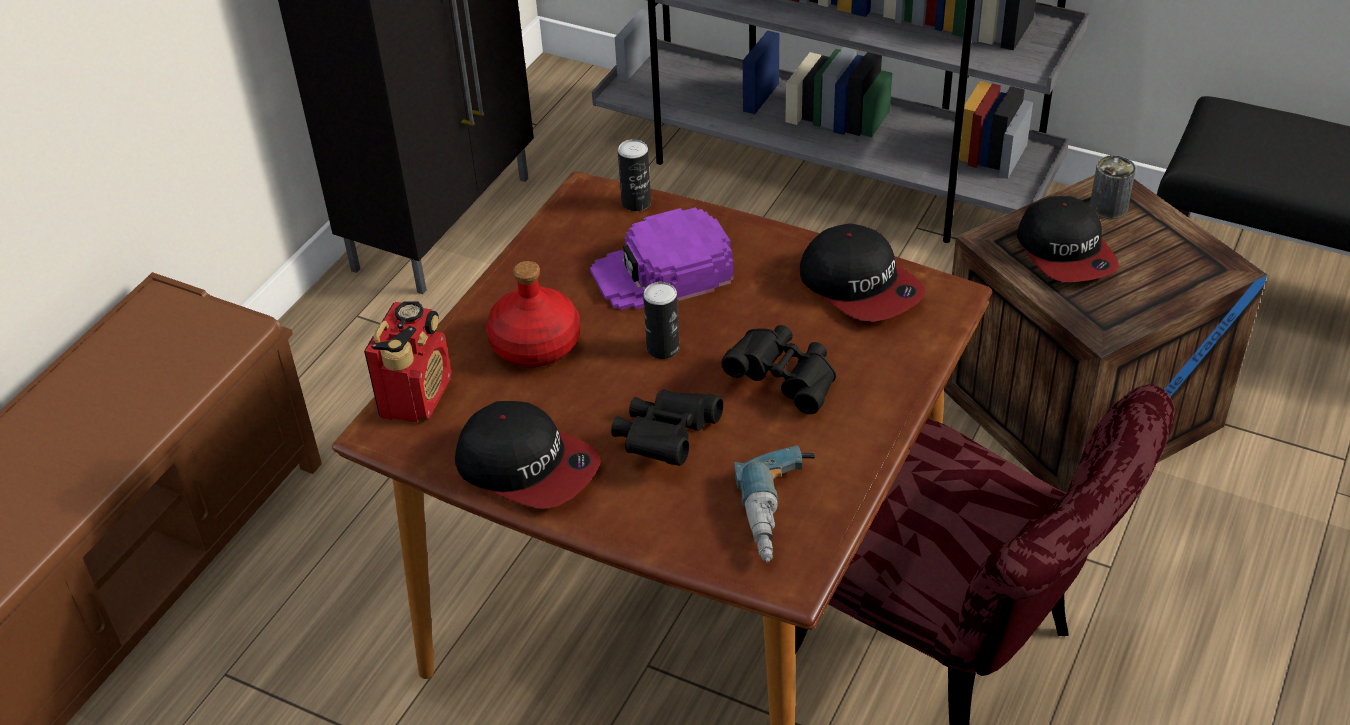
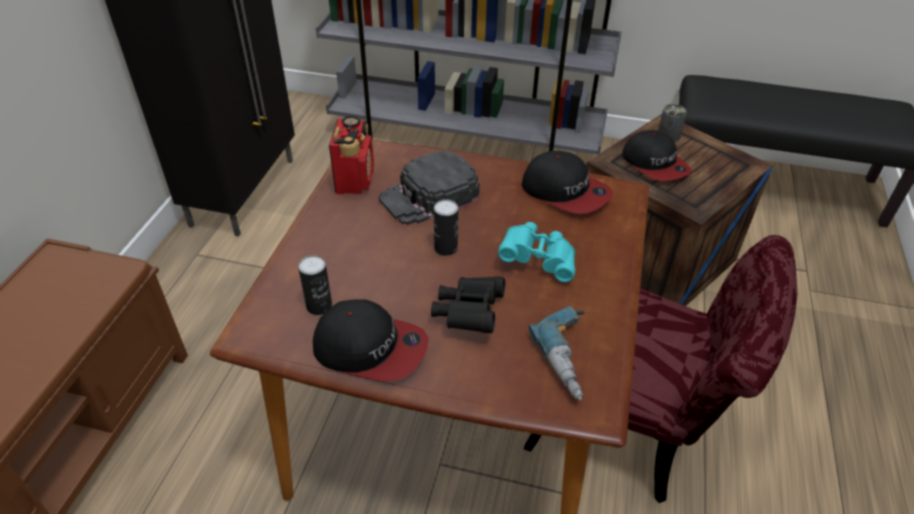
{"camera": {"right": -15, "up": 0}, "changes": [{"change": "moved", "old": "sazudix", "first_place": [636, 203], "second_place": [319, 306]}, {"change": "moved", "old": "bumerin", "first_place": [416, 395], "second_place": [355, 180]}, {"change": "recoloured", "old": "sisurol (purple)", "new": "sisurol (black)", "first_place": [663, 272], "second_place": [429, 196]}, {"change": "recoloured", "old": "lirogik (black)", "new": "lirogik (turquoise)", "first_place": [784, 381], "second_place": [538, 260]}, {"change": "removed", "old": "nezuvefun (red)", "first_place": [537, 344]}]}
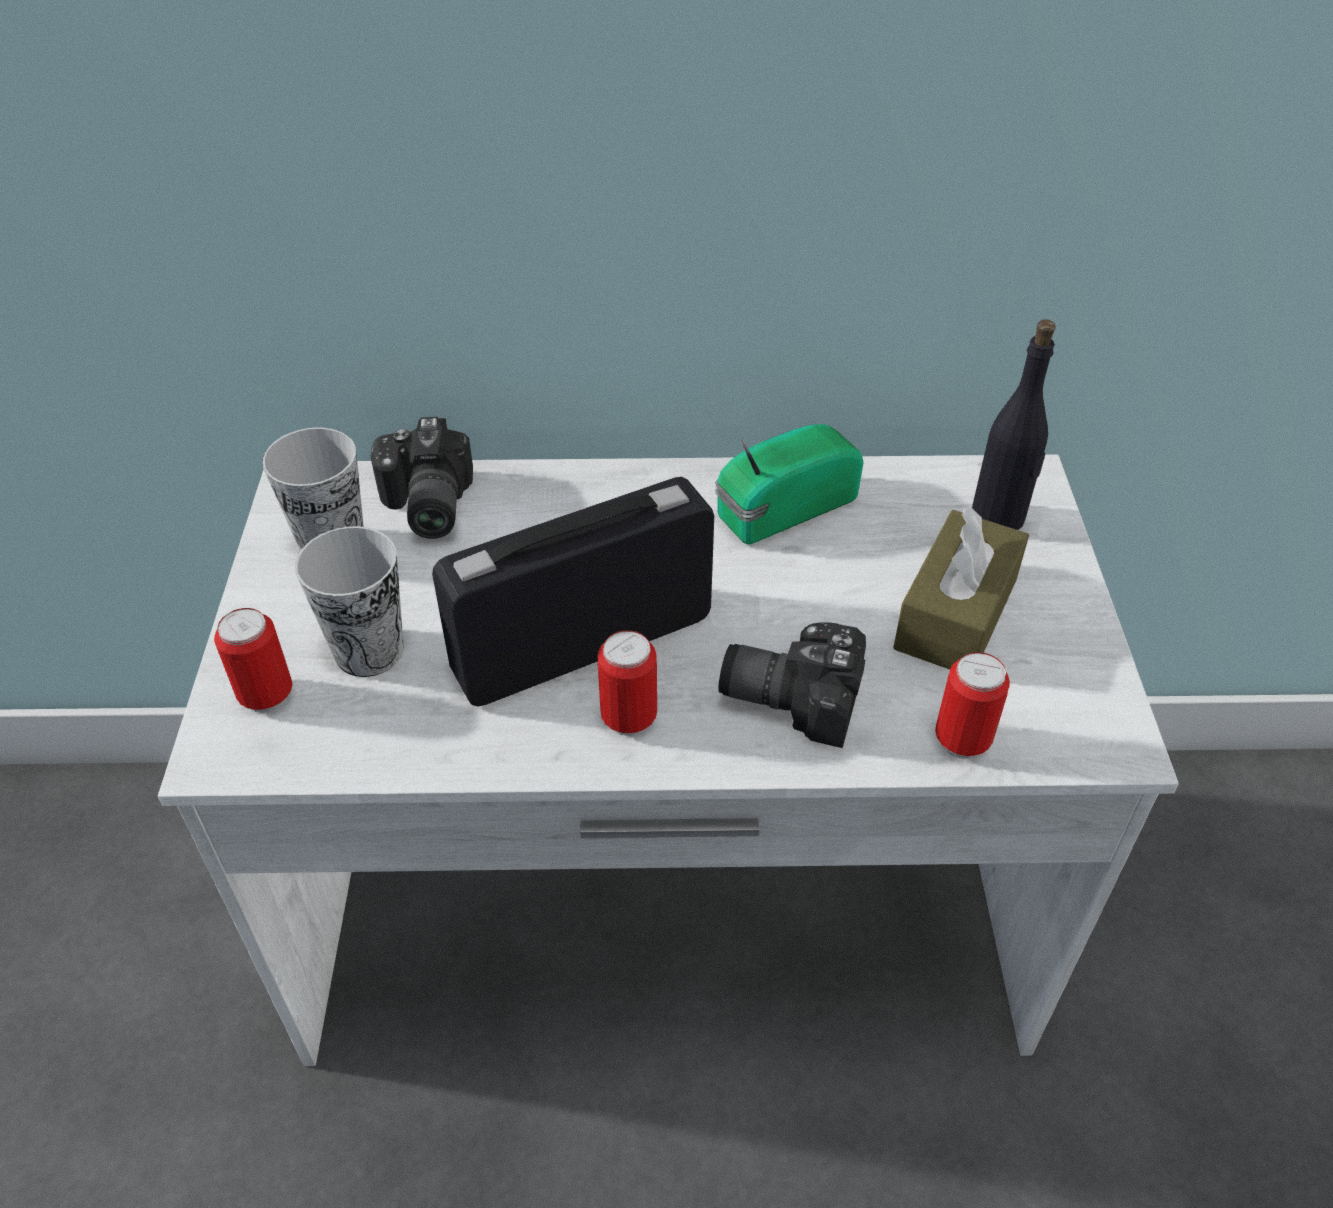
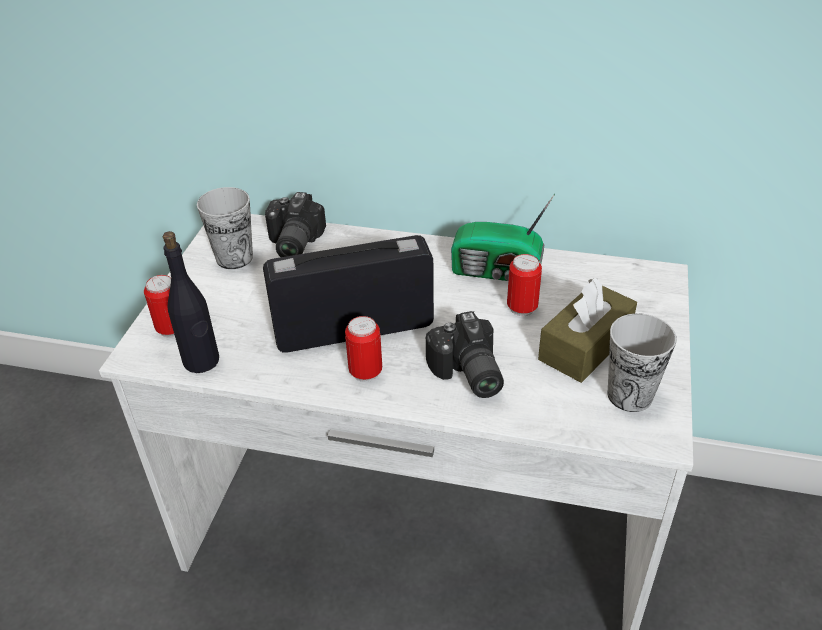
{"camera": {"right": 15, "up": -5}, "changes": [{"change": "moved", "old": "nezuvefun (black)", "first_place": [998, 518], "second_place": [201, 361]}, {"change": "turned", "old": "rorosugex", "first_place": [791, 694], "second_place": [466, 374], "degrees": -135}, {"change": "turned", "old": "bumerin", "first_place": [781, 508], "second_place": [498, 272], "degrees": -150}, {"change": "moved", "old": "sazudix", "first_place": [962, 740], "second_place": [522, 308]}, {"change": "moved", "old": "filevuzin", "first_place": [369, 651], "second_place": [630, 395]}]}
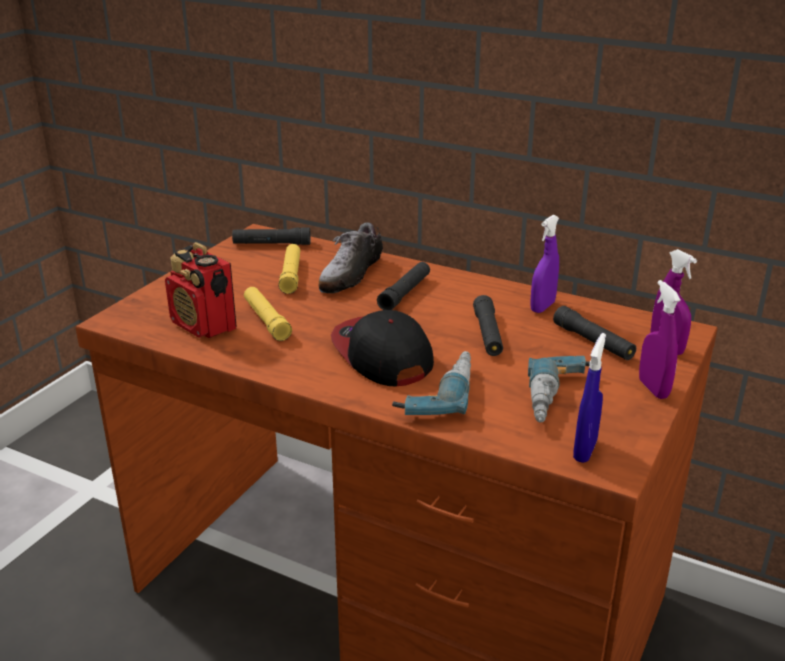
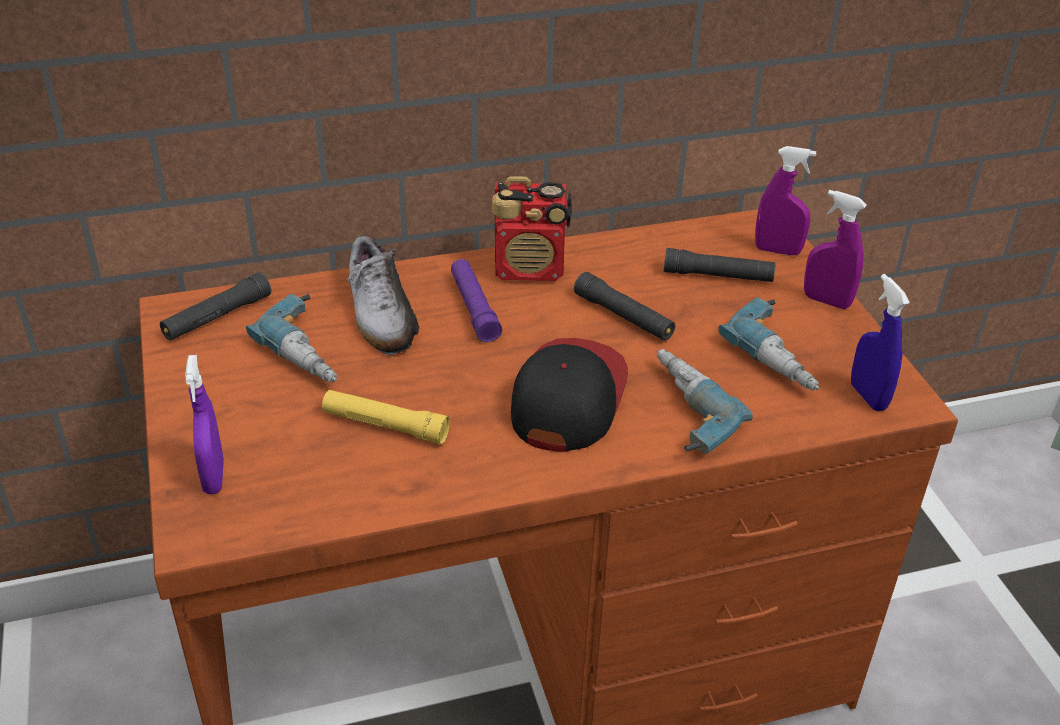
{"camera": {"right": -45, "up": 10}, "changes": [{"change": "moved", "old": "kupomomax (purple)", "first_place": [542, 307], "second_place": [214, 477]}, {"change": "replaced", "old": "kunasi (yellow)", "new": "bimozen", "first_place": [291, 275], "second_place": [313, 349]}, {"change": "recoloured", "old": "kunasi (black)", "new": "kunasi (purple)", "first_place": [405, 293], "second_place": [474, 308]}, {"change": "moved", "old": "bumerin", "first_place": [204, 326], "second_place": [530, 269]}, {"change": "turned", "old": "sisurol", "first_place": [381, 354], "second_place": [567, 398], "degrees": 90}]}
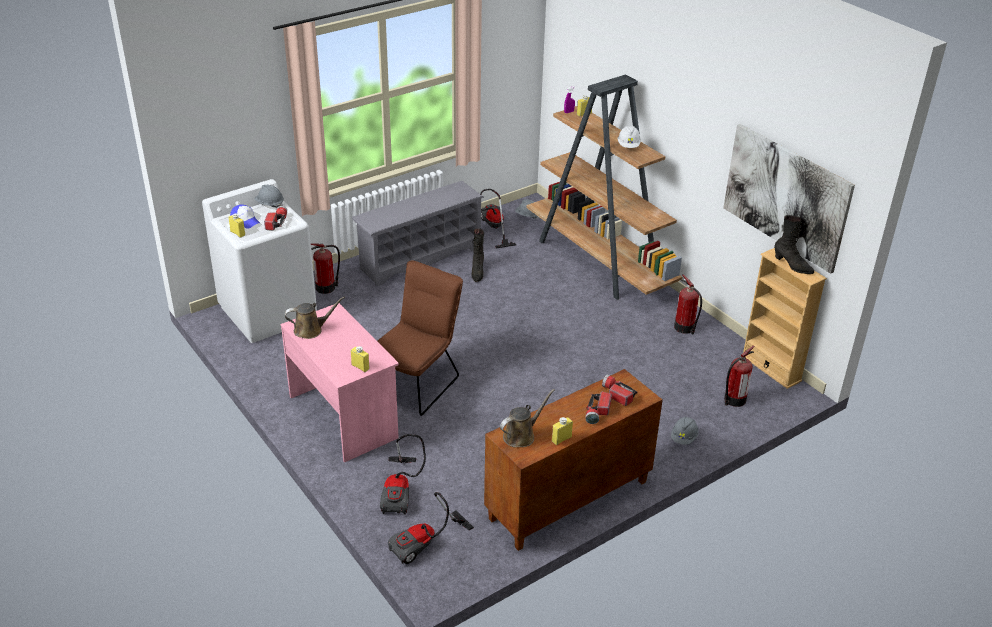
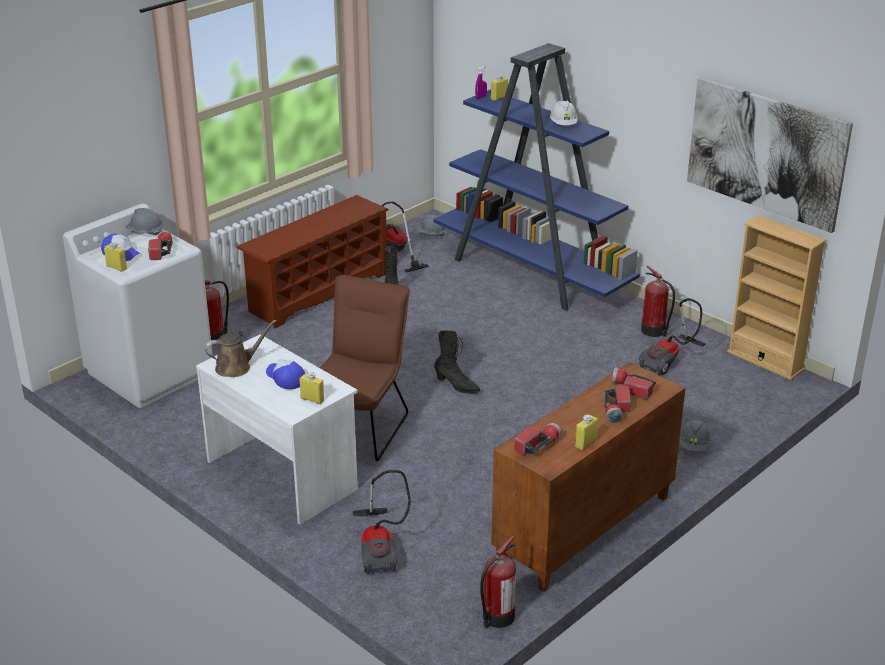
{"camera": {"right": -10, "up": -5}, "changes": [{"change": "recoloured", "old": "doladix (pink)", "new": "doladix (white)", "first_place": [344, 416], "second_place": [282, 474]}, {"change": "recoloured", "old": "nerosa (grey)", "new": "nerosa (brown)", "first_place": [420, 257], "second_place": [318, 292]}, {"change": "added", "new": "sisurol", "second_place": [285, 378]}, {"change": "recoloured", "old": "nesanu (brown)", "new": "nesanu (blue)", "first_place": [599, 262], "second_place": [532, 274]}, {"change": "moved", "old": "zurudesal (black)", "first_place": [792, 266], "second_place": [456, 386]}, {"change": "moved", "old": "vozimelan", "first_place": [734, 400], "second_place": [497, 617]}, {"change": "replaced", "old": "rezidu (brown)", "new": "kunasi", "first_place": [521, 435], "second_place": [537, 445]}, {"change": "moved", "old": "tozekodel", "first_place": [426, 545], "second_place": [670, 360]}]}
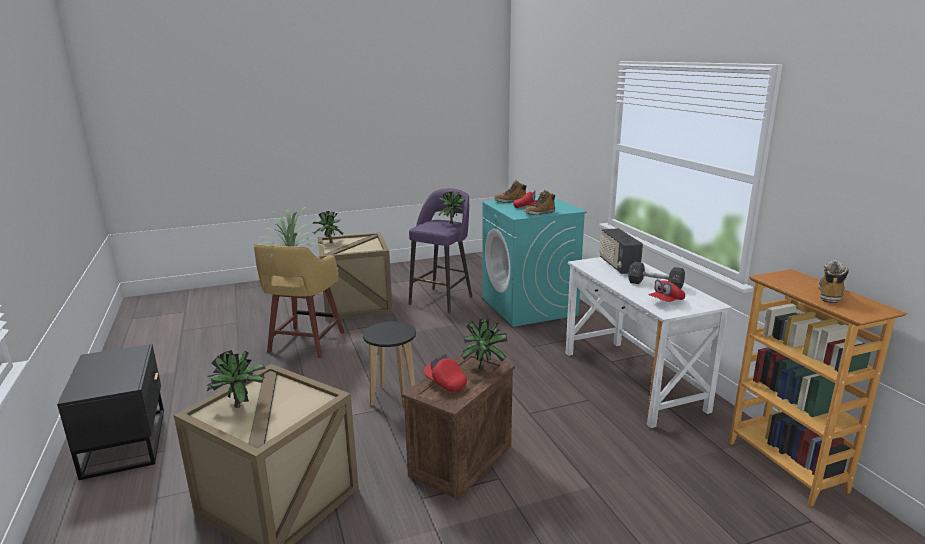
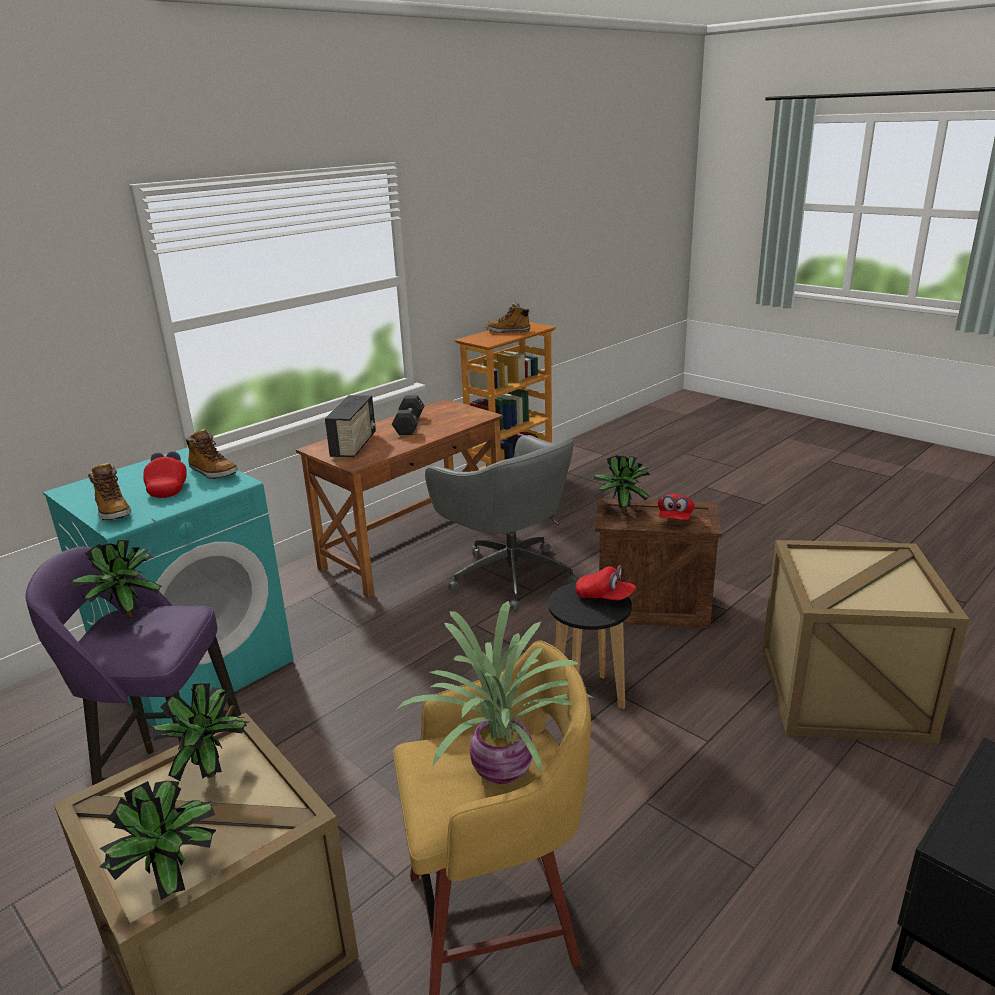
{"camera": {"right": -115, "up": 5}, "changes": [{"change": "moved", "old": "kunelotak", "first_place": [242, 406], "second_place": [210, 770]}, {"change": "recoloured", "old": "doladix (white)", "new": "doladix (brown)", "first_place": [632, 380], "second_place": [413, 548]}, {"change": "turned", "old": "bumerin", "first_place": [618, 266], "second_place": [354, 446], "degrees": -45}, {"change": "added", "new": "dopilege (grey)", "second_place": [509, 574]}, {"change": "moved", "old": "sisurol (red)", "first_place": [666, 301], "second_place": [604, 597]}]}
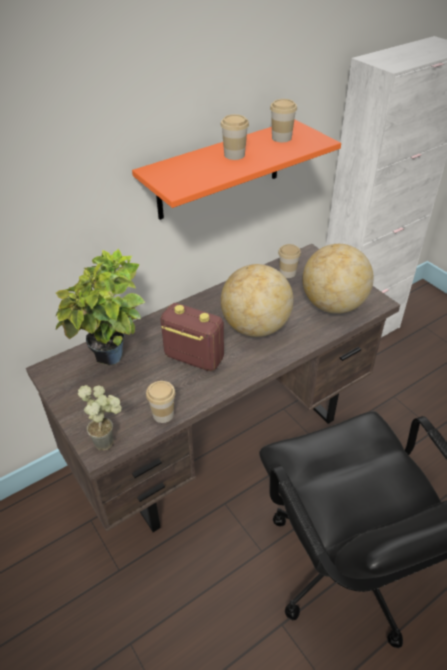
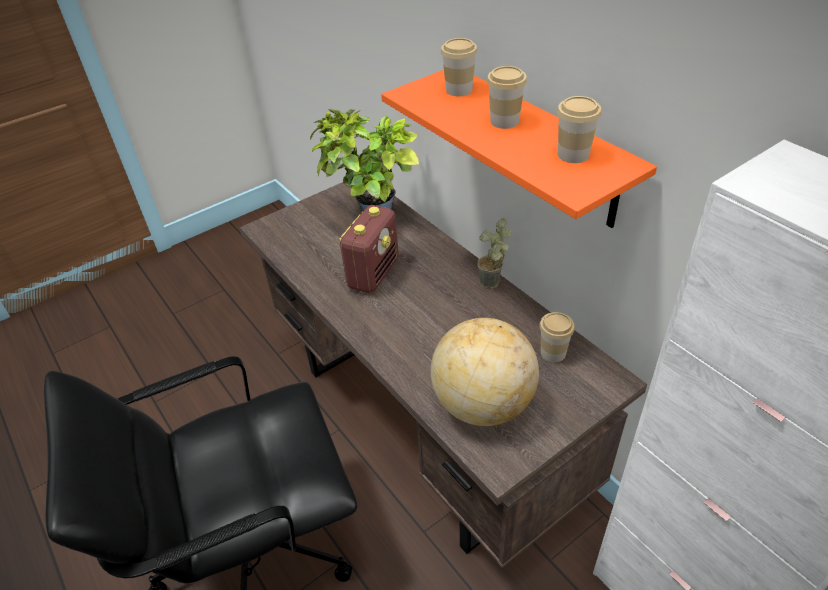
{"camera": {"right": 90, "up": 0}, "changes": [{"change": "moved", "old": "filevuzin", "first_place": [163, 414], "second_place": [459, 90]}, {"change": "moved", "old": "kunelotak", "first_place": [109, 440], "second_place": [493, 286]}, {"change": "removed", "old": "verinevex", "first_place": [255, 327]}]}
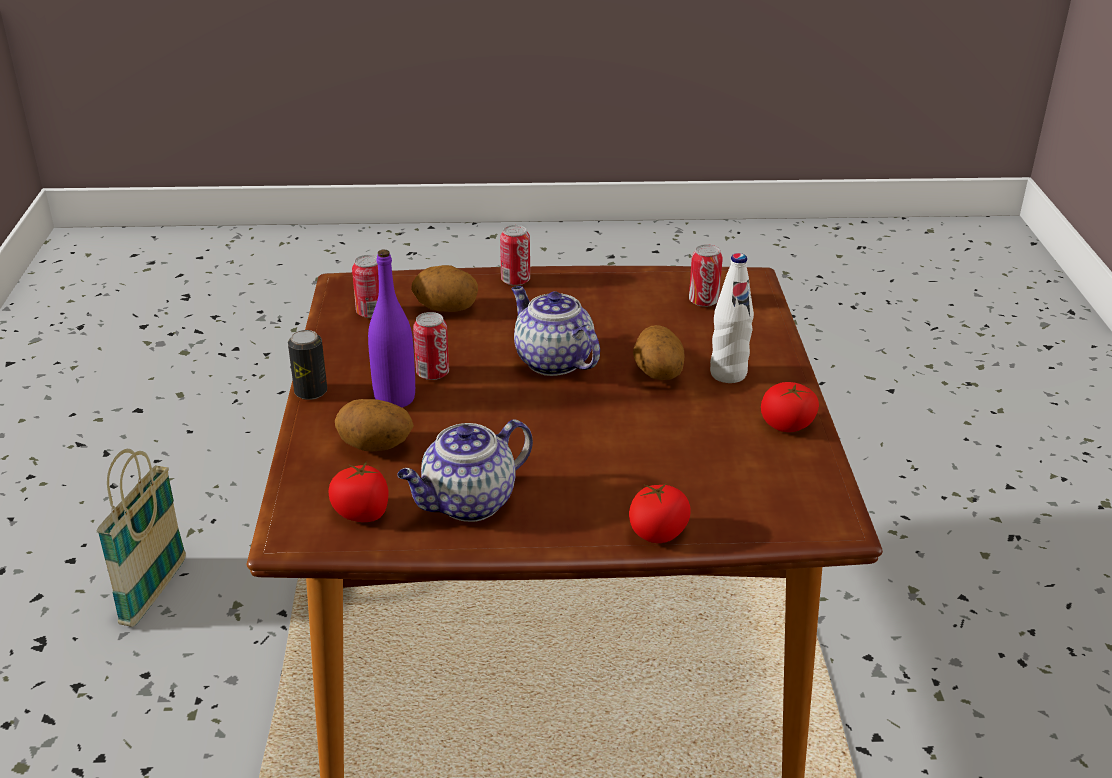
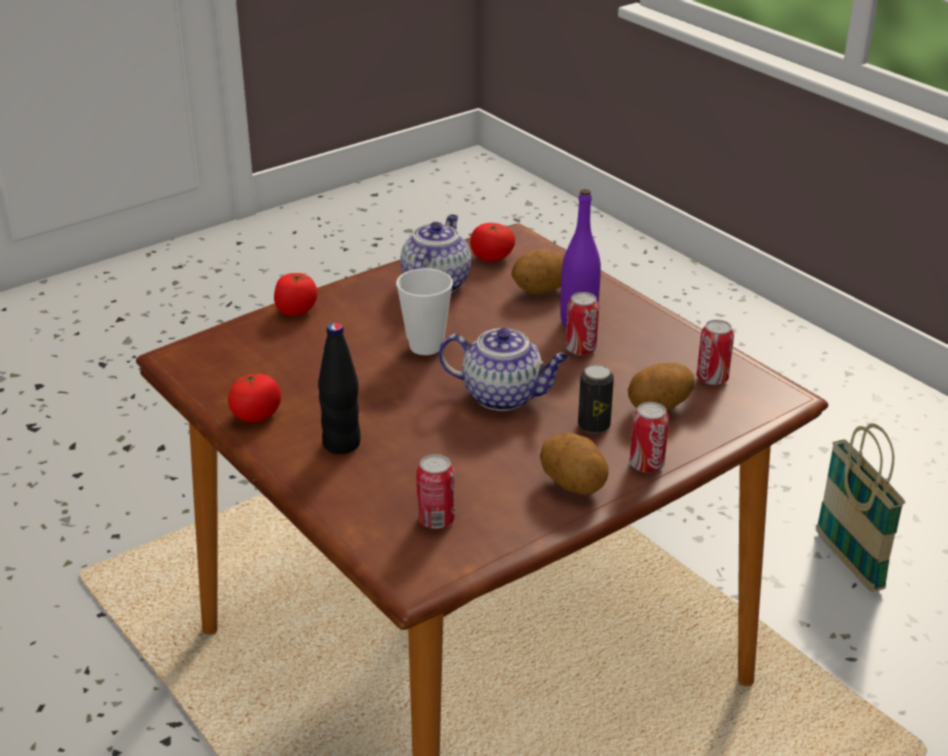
{"camera": {"right": 145, "up": 0}, "changes": [{"change": "recoloured", "old": "nezuvefun (white)", "new": "nezuvefun (black)", "first_place": [728, 374], "second_place": [341, 444]}, {"change": "added", "new": "filevuzin", "second_place": [425, 346]}, {"change": "moved", "old": "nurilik", "first_place": [657, 375], "second_place": [573, 485]}, {"change": "moved", "old": "sazudix", "first_place": [311, 392], "second_place": [594, 425]}]}
